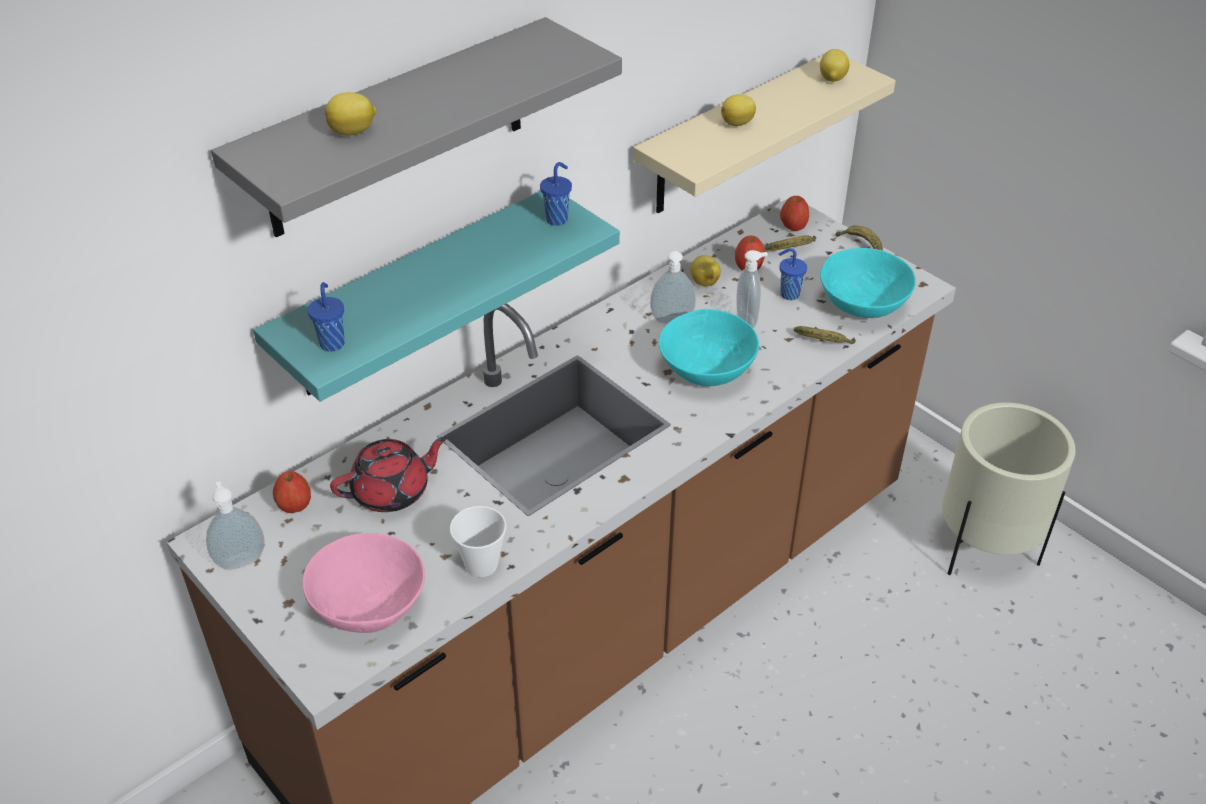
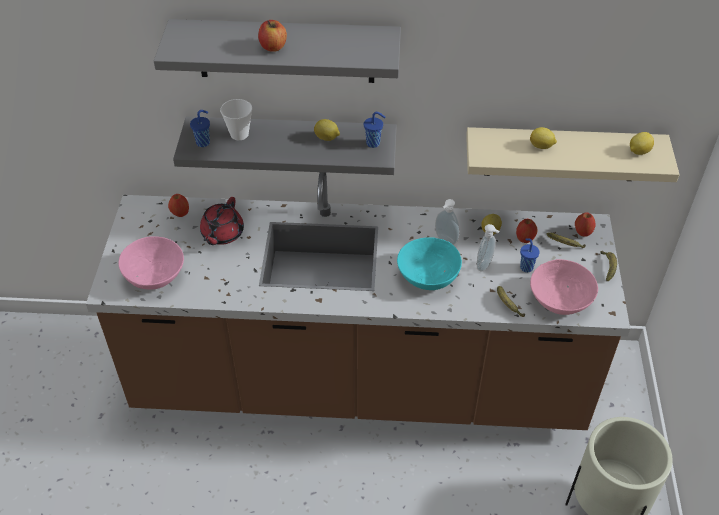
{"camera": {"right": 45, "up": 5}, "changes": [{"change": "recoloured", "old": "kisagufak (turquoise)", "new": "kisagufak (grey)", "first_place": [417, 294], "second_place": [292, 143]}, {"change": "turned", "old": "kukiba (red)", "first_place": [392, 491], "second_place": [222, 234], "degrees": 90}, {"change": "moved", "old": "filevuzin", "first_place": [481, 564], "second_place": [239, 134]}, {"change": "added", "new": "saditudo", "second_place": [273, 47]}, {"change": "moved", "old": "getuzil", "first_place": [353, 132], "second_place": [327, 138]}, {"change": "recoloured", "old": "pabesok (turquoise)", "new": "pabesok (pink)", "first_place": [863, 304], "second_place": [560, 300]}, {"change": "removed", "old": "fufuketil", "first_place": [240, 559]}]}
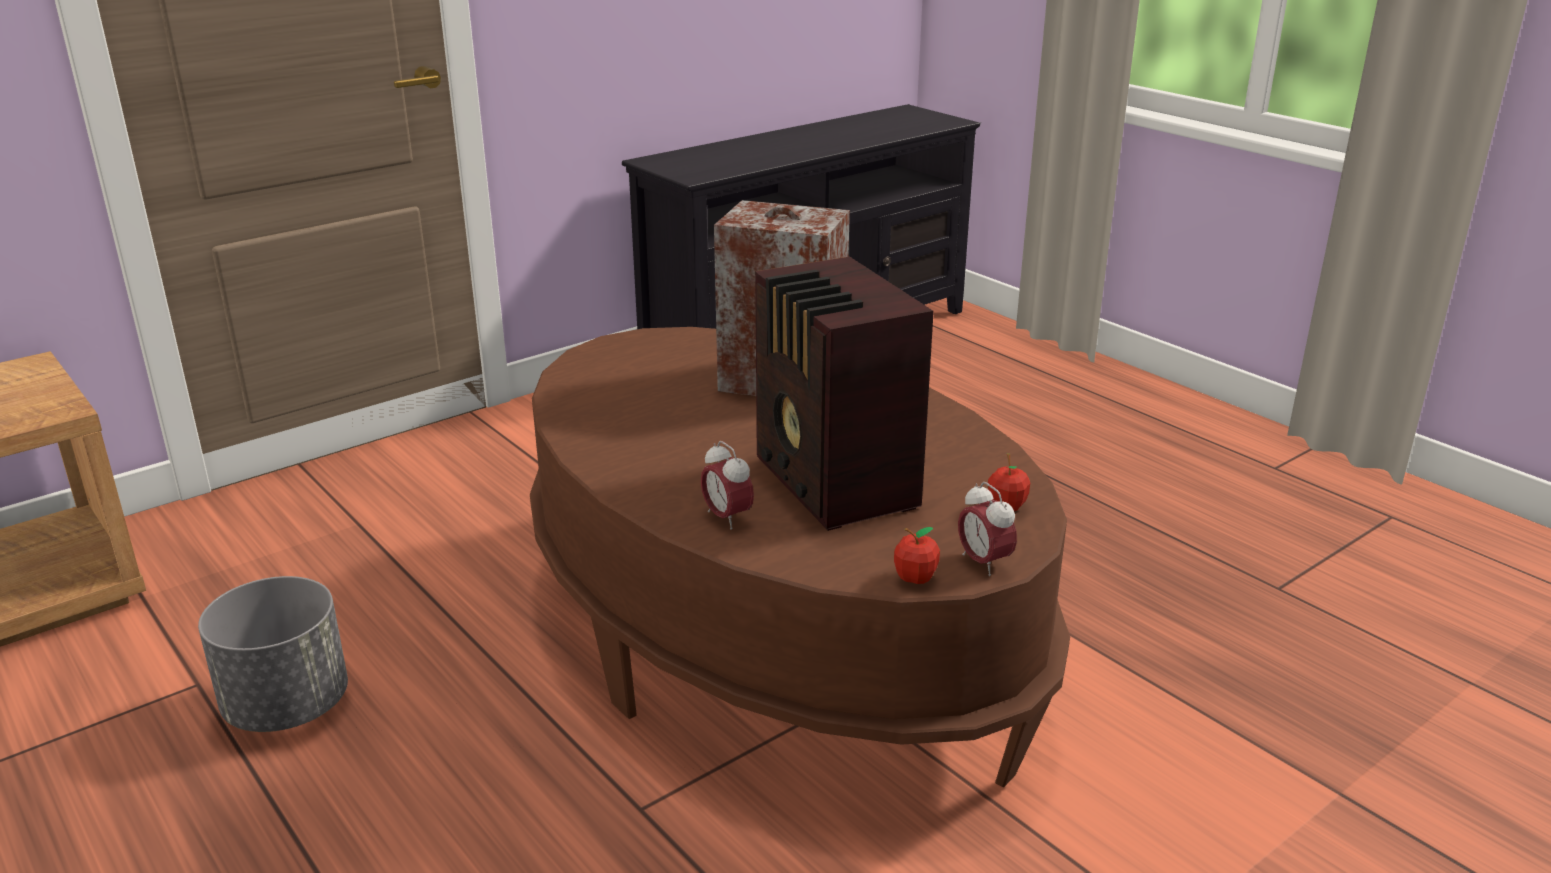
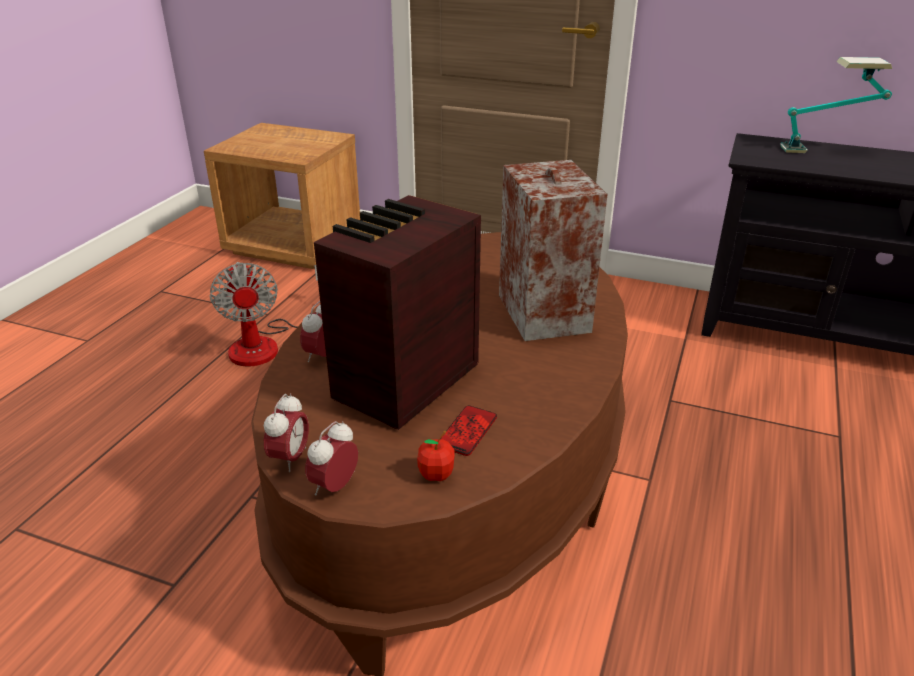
{"camera": {"right": 60, "up": 5}, "changes": [{"change": "replaced", "old": "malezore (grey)", "new": "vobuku", "first_place": [287, 706], "second_place": [267, 344]}, {"change": "replaced", "old": "saditudo", "new": "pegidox", "first_place": [915, 578], "second_place": [290, 458]}, {"change": "added", "new": "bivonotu", "second_place": [467, 431]}, {"change": "added", "new": "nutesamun", "second_place": [825, 150]}]}
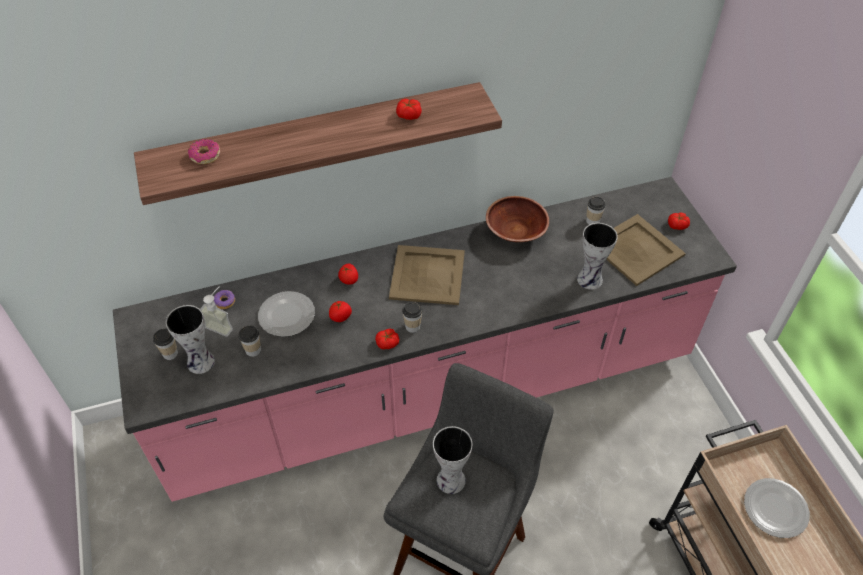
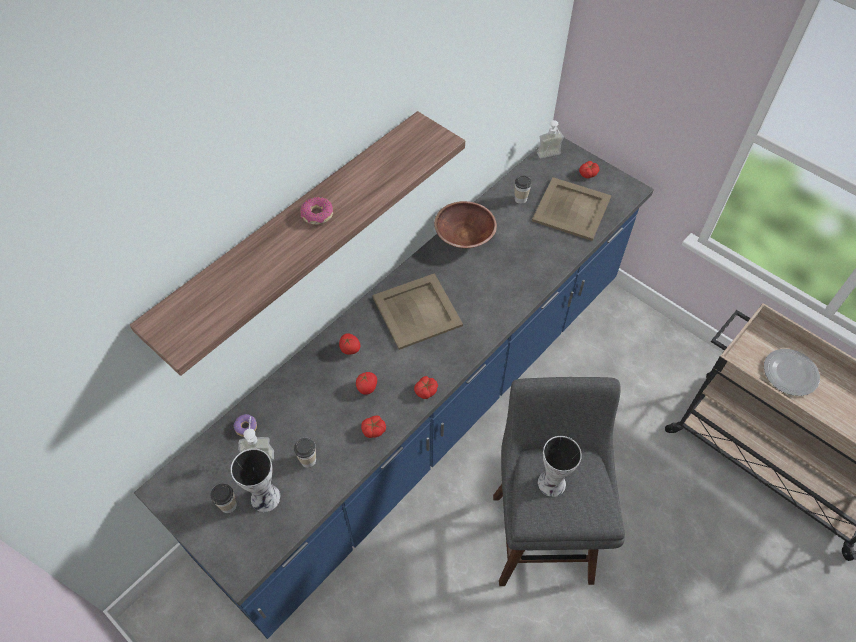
{"camera": {"right": -30, "up": 5}, "changes": [{"change": "recoloured", "old": "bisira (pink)", "new": "bisira (blue)", "first_place": [431, 390], "second_place": [428, 410]}, {"change": "moved", "old": "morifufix", "first_place": [205, 156], "second_place": [317, 215]}, {"change": "moved", "old": "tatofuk", "first_place": [409, 115], "second_place": [374, 430]}, {"change": "added", "new": "fufuketil", "second_place": [550, 157]}, {"change": "removed", "old": "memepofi", "first_place": [286, 315]}, {"change": "removed", "old": "filevuzin", "first_place": [412, 326]}, {"change": "removed", "old": "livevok", "first_place": [591, 279]}]}
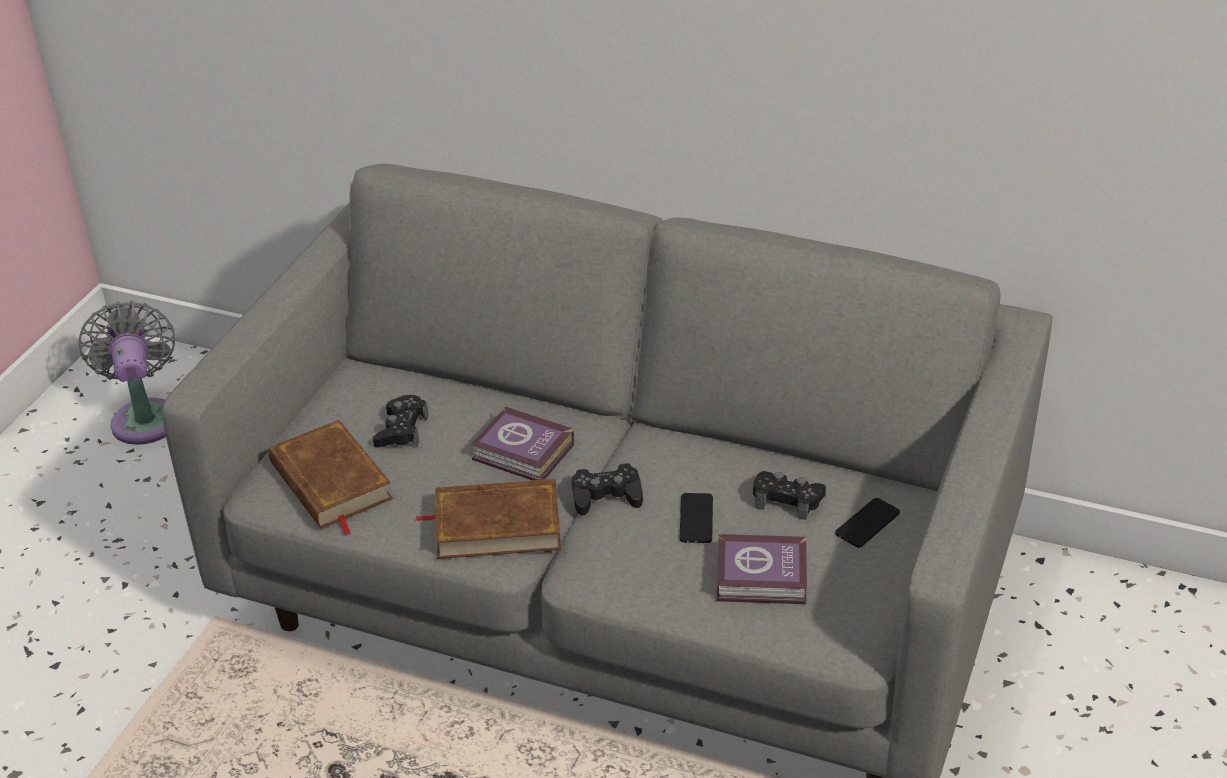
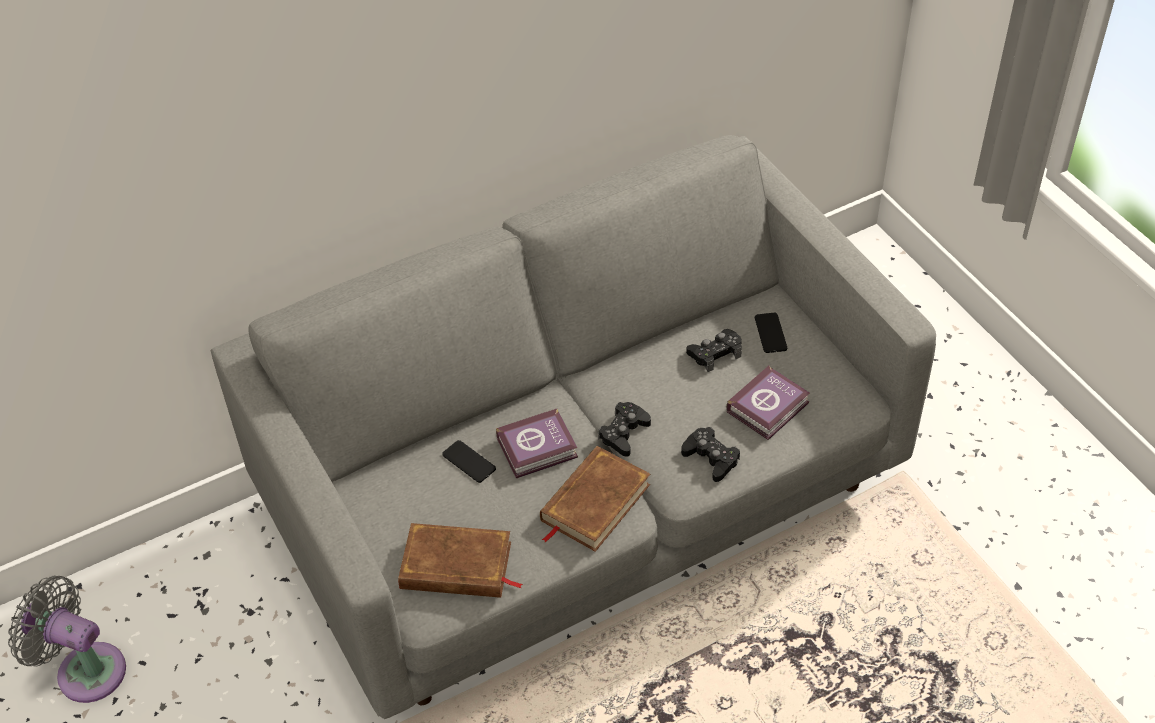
{"camera": {"right": -50, "up": 10}, "changes": [{"change": "moved", "old": "bivonotu", "first_place": [696, 518], "second_place": [469, 462]}, {"change": "moved", "old": "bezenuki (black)", "first_place": [402, 430], "second_place": [711, 458]}]}
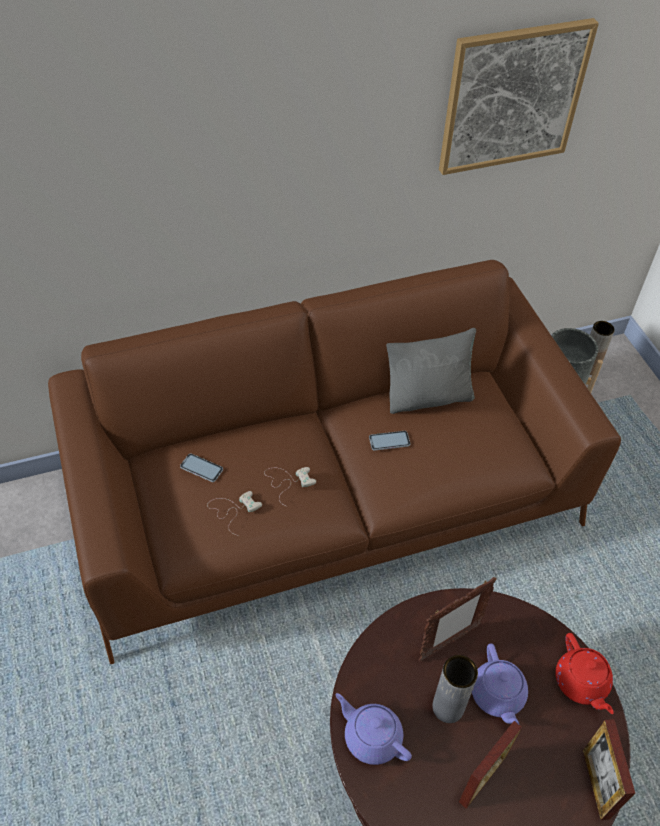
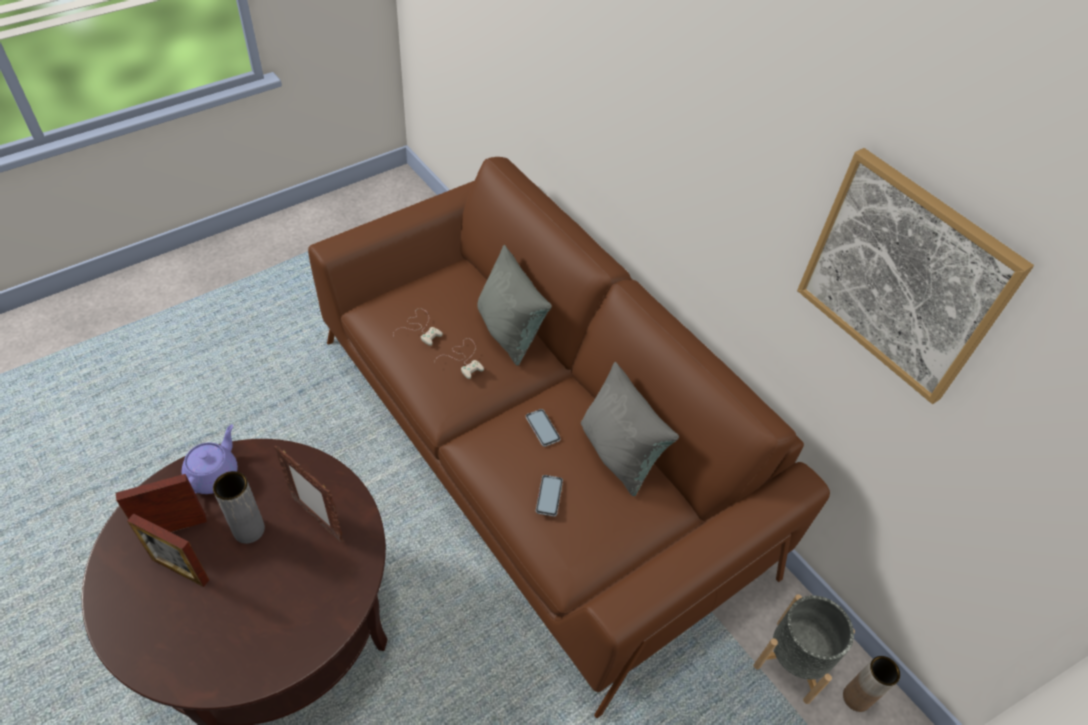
{"camera": {"right": 70, "up": 0}, "changes": [{"change": "moved", "old": "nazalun", "first_place": [596, 784], "second_place": [174, 527]}, {"change": "added", "new": "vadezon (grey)", "second_place": [509, 331]}, {"change": "moved", "old": "bivonotu", "first_place": [201, 468], "second_place": [549, 496]}, {"change": "removed", "old": "kukiba (purple)", "first_place": [497, 695]}, {"change": "removed", "old": "kukiba (red)", "first_place": [581, 683]}]}
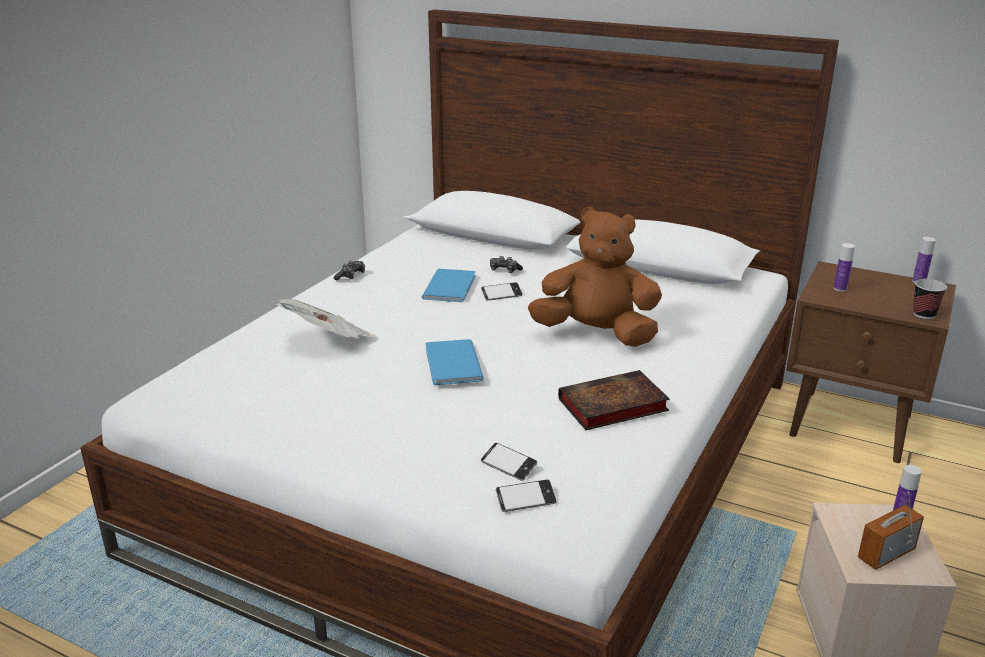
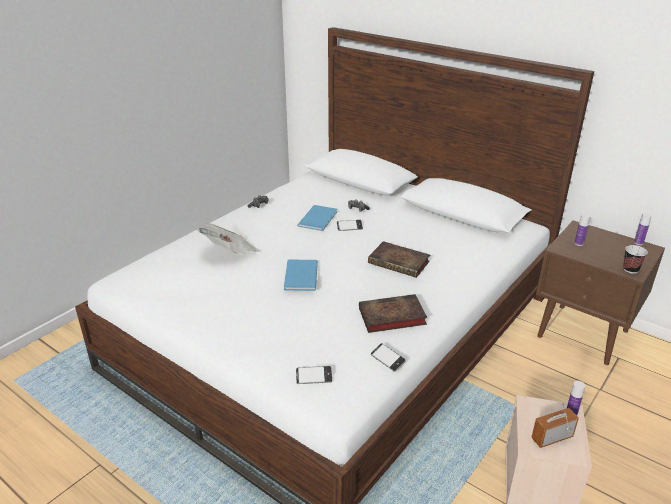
{"camera": {"right": 10, "up": 5}, "changes": [{"change": "replaced", "old": "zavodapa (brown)", "new": "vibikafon", "first_place": [596, 334], "second_place": [400, 263]}, {"change": "moved", "old": "bivonotu", "first_place": [508, 465], "second_place": [387, 359]}]}
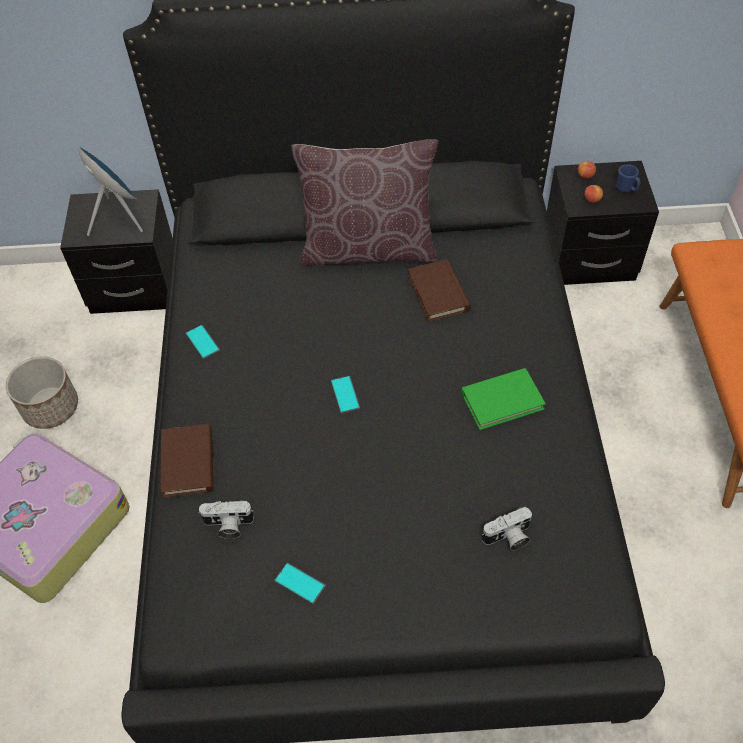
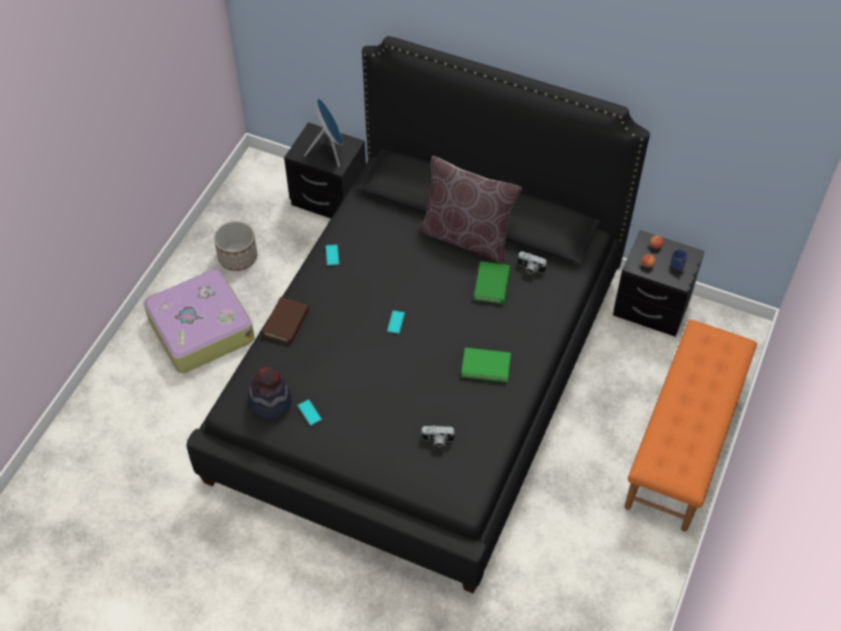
{"camera": {"right": 25, "up": 0}, "changes": [{"change": "added", "new": "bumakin", "second_place": [270, 401]}, {"change": "recoloured", "old": "vibikafon (brown)", "new": "vibikafon (green)", "first_place": [438, 293], "second_place": [492, 284]}, {"change": "moved", "old": "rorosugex", "first_place": [228, 525], "second_place": [530, 269]}]}
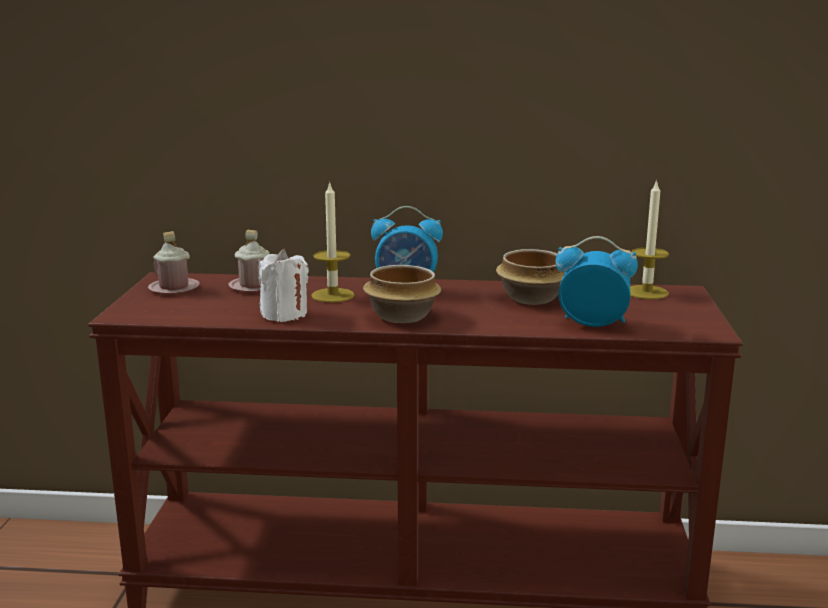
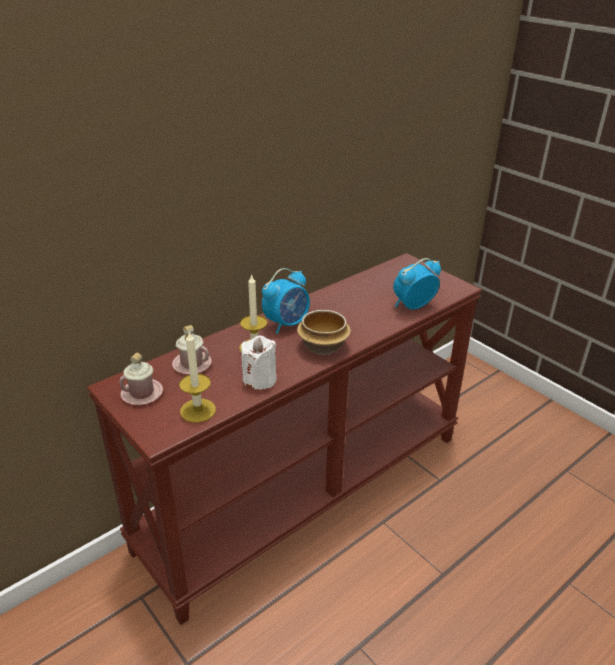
{"camera": {"right": -45, "up": 15}, "changes": [{"change": "moved", "old": "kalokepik", "first_place": [646, 292], "second_place": [198, 410]}, {"change": "removed", "old": "pabesok", "first_place": [532, 298]}]}
